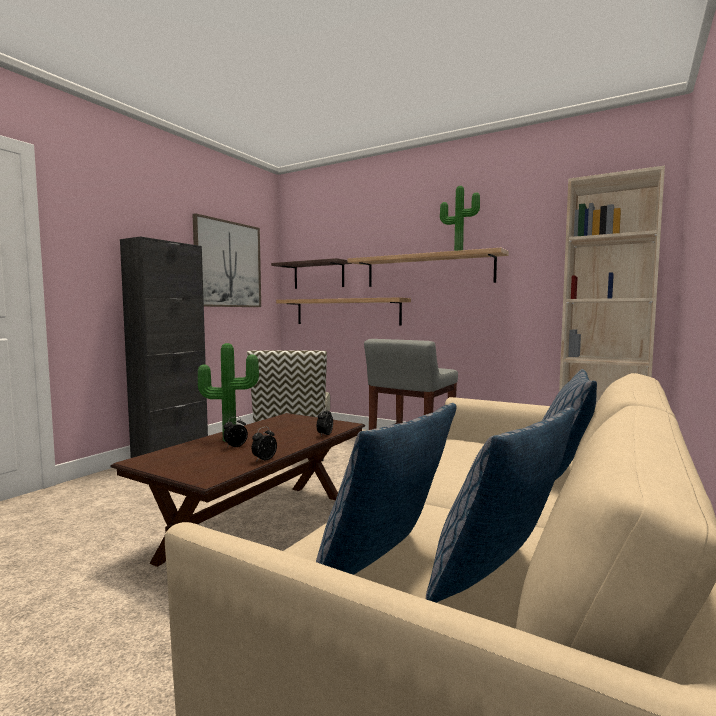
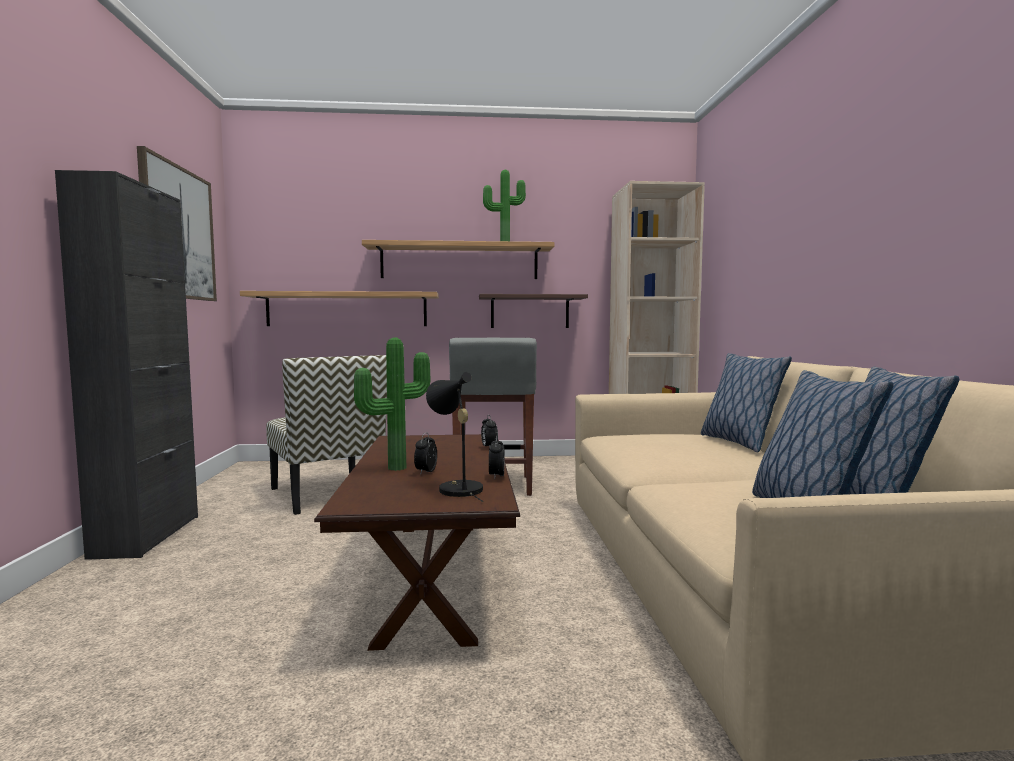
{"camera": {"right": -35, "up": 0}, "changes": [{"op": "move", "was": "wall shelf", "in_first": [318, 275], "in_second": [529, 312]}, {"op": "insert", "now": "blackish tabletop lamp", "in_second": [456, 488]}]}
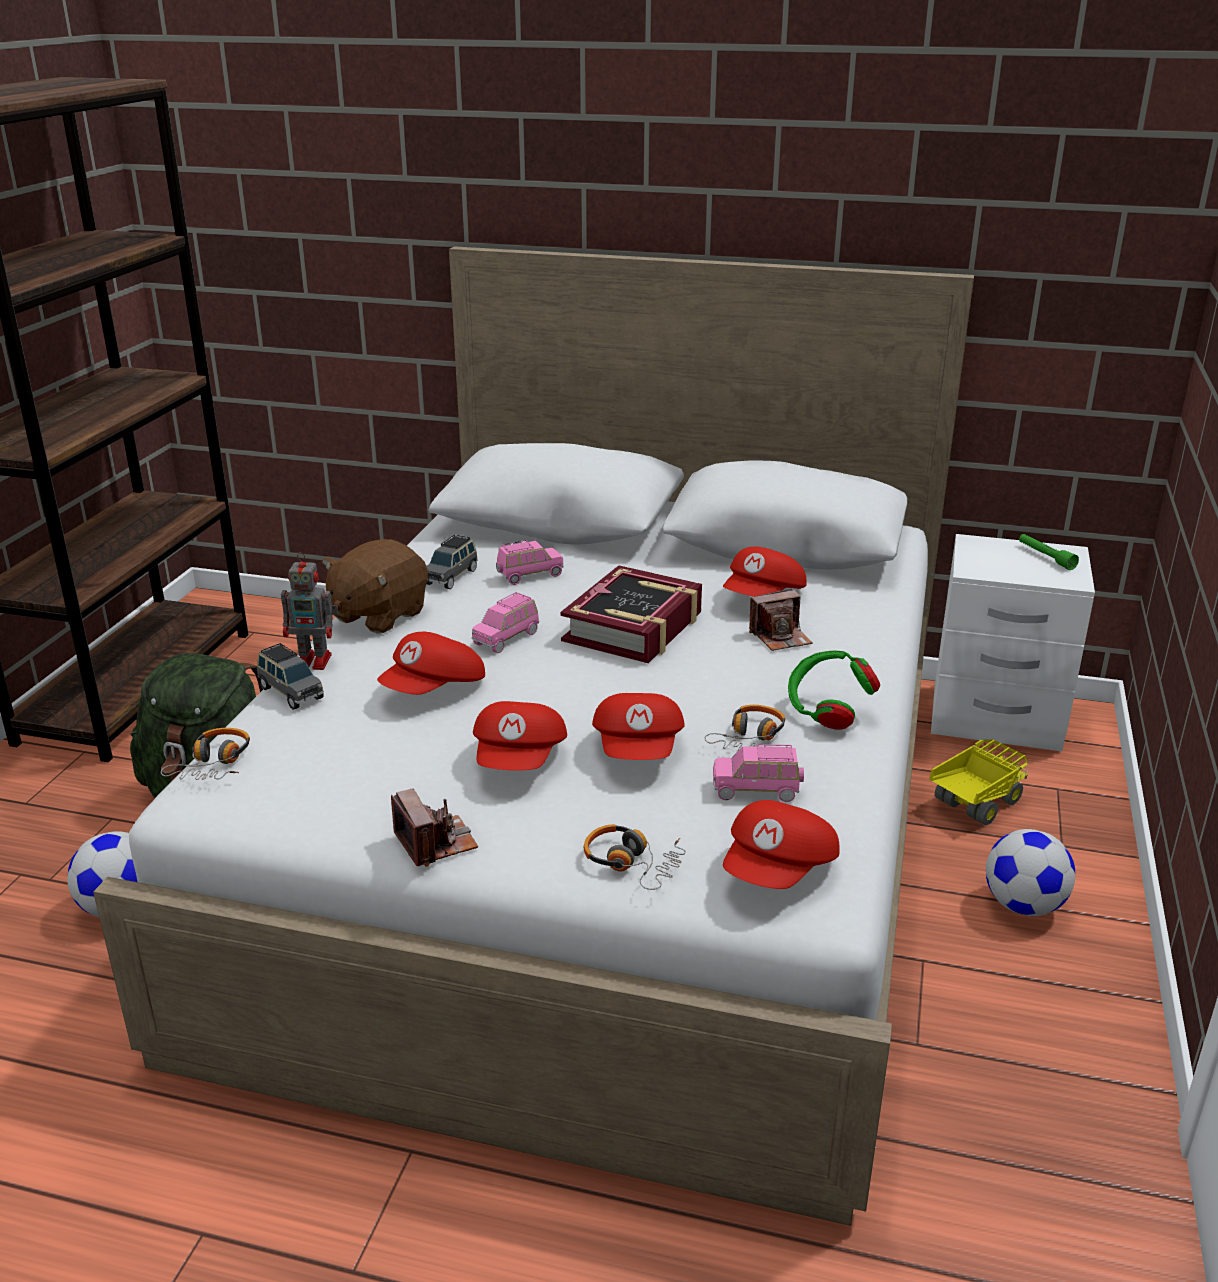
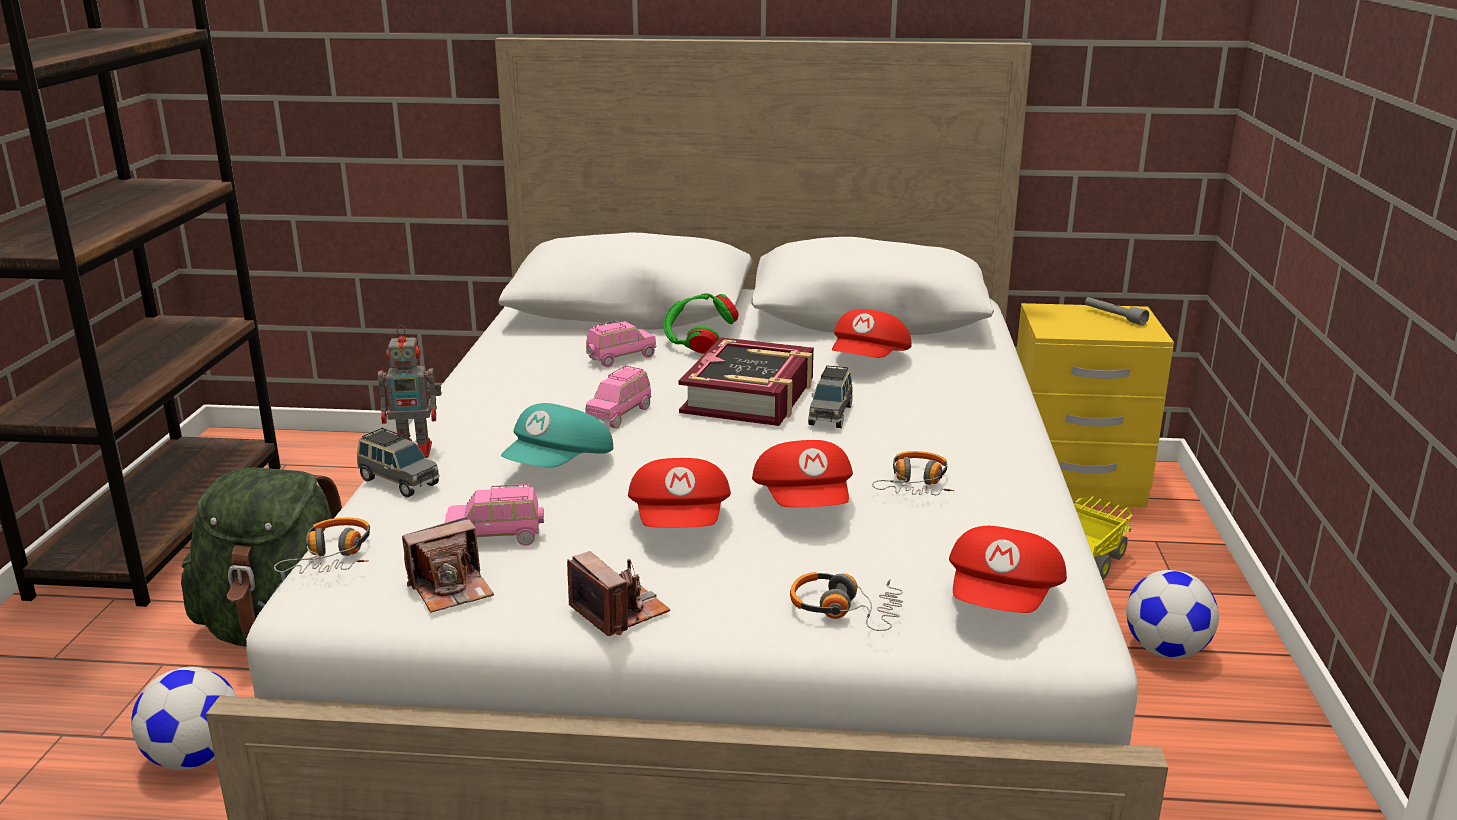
{"camera": {"right": -10, "up": -5}, "changes": [{"op": "move", "was": "greyish model car", "in_first": [451, 576], "in_second": [830, 415]}, {"op": "recolor", "was": "white-coloured nightstand", "now": "yellowish nightstand", "in_first": [995, 718], "in_second": [1073, 483]}, {"op": "recolor", "was": "green-coloured torch", "now": "greyish torch", "in_first": [1045, 557], "in_second": [1114, 317]}, {"op": "delete", "was": "brownish soft toy", "in_first": [378, 615]}, {"op": "move", "was": "photo camera", "in_first": [780, 637], "in_second": [451, 589]}, {"op": "recolor", "was": "reddish peaked cap", "now": "turquoise-coloured peaked cap", "in_first": [435, 689], "in_second": [560, 466]}, {"op": "move", "was": "green-coloured headset", "in_first": [827, 712], "in_second": [698, 344]}, {"op": "move", "was": "pinkish model car", "in_first": [757, 790], "in_second": [496, 537]}]}
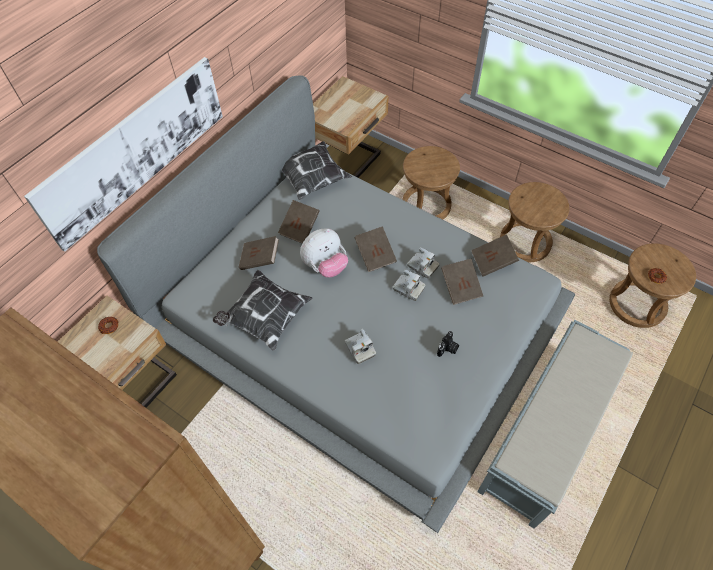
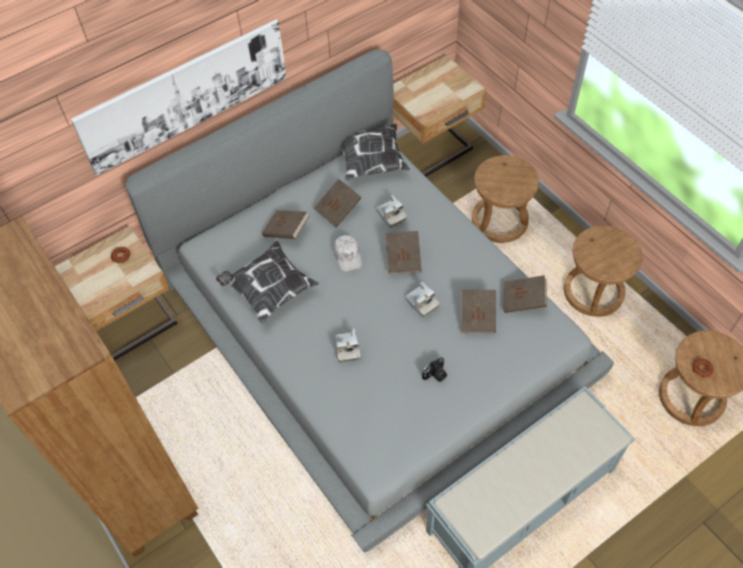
{"camera": {"right": 20, "up": 0}, "changes": [{"op": "replace", "was": "soft toy", "now": "white-coloured peaked cap", "in_first": [325, 266], "in_second": [348, 256]}, {"op": "move", "was": "photo camera", "in_first": [422, 266], "in_second": [391, 215]}]}
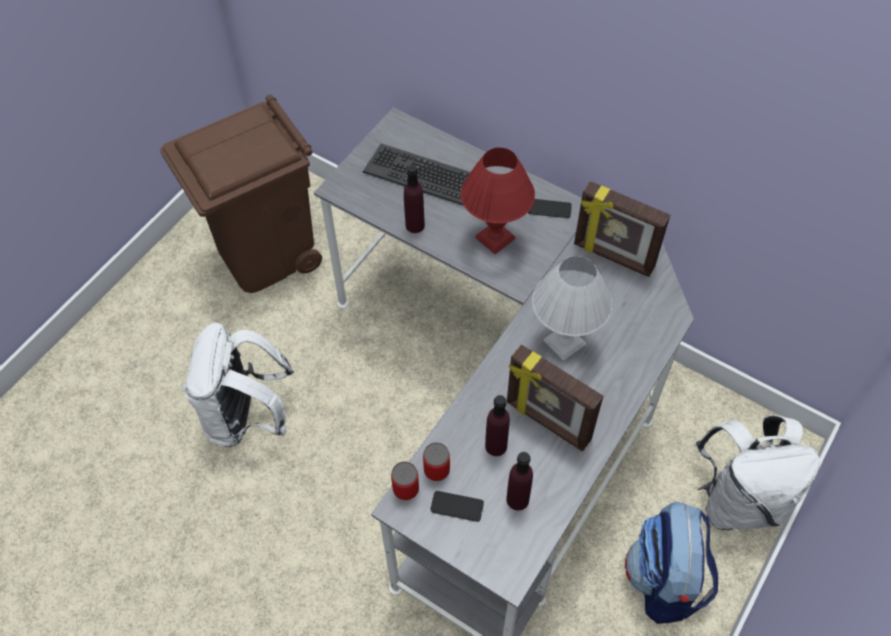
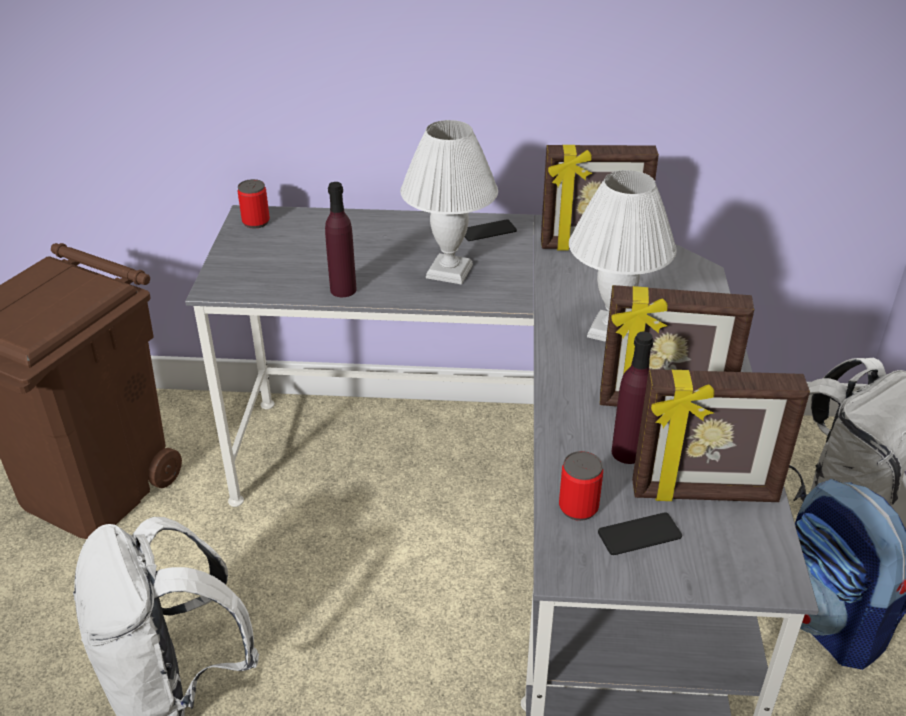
{"camera": {"right": -30, "up": -20}, "changes": [{"op": "delete", "was": "keyboard", "in_first": [424, 175]}, {"op": "recolor", "was": "reddish tabletop lamp", "now": "white-coloured tabletop lamp", "in_first": [495, 237], "in_second": [449, 270]}, {"op": "replace", "was": "purple-coloured beverage bottle", "now": "standing frame", "in_first": [517, 499], "in_second": [704, 494]}, {"op": "move", "was": "can", "in_first": [406, 489], "in_second": [256, 222]}]}
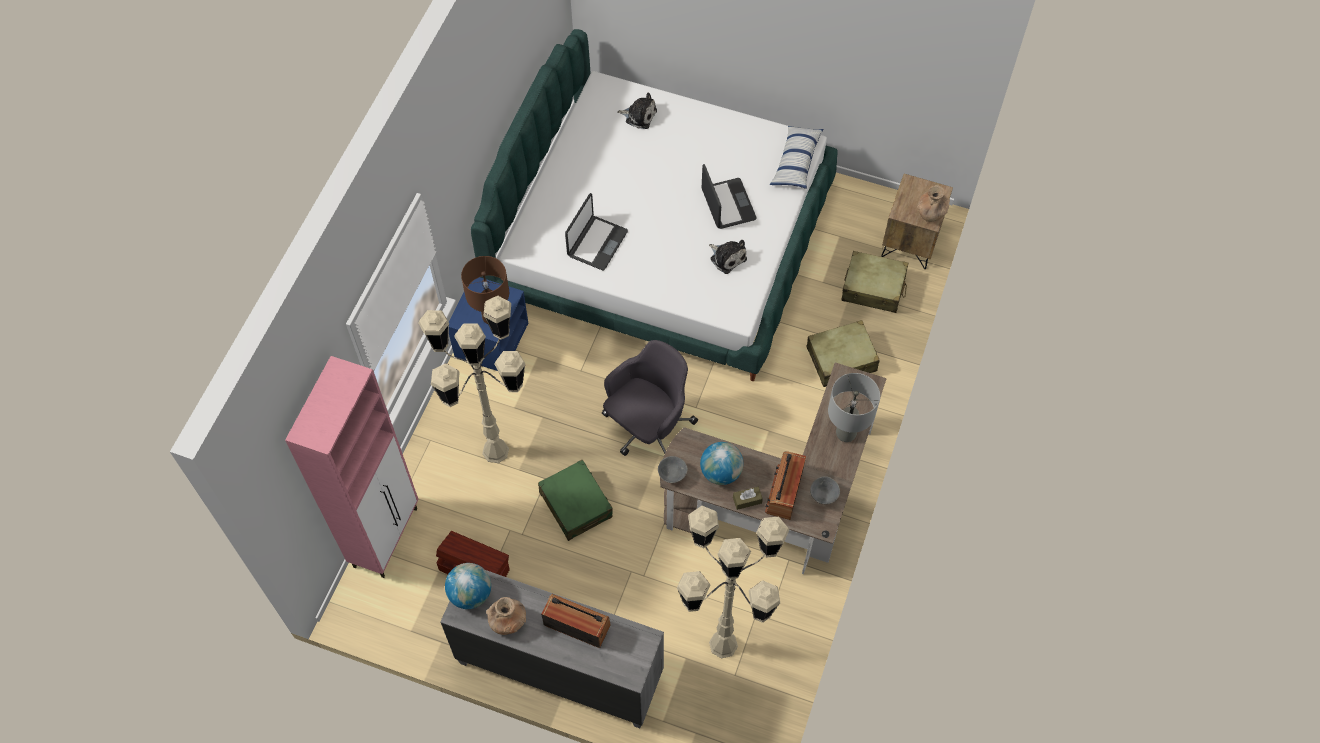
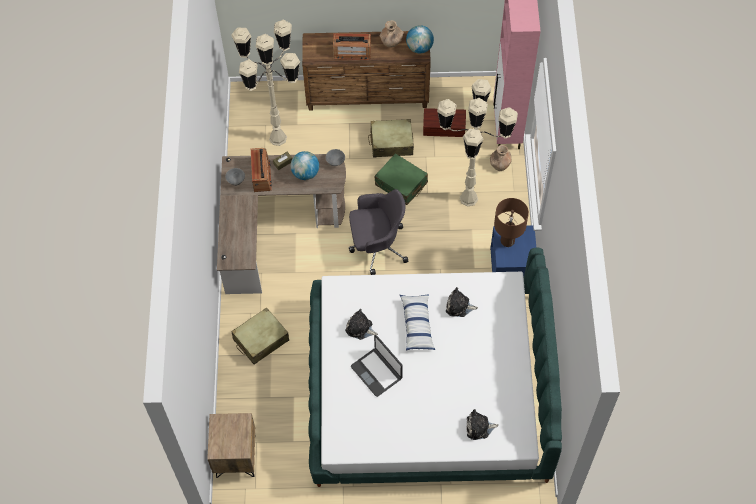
{"camera": {"right": 160, "up": 0}, "changes": [{"op": "move", "was": "pillow", "in_first": [796, 162], "in_second": [417, 325]}, {"op": "move", "was": "brownish decorative vase", "in_first": [930, 214], "in_second": [500, 164]}, {"op": "replace", "was": "laptop", "now": "soft toy", "in_first": [596, 243], "in_second": [459, 306]}, {"op": "move", "was": "beige suitcase", "in_first": [873, 288], "in_second": [391, 143]}, {"op": "rotate", "was": "greyish office chair", "in_first": [648, 428], "in_second": [377, 246], "clockwise": -120}, {"op": "delete", "was": "greyish tabletop lamp", "in_first": [846, 433]}, {"op": "recolor", "was": "greyish drawer chest", "now": "brownish drawer chest", "in_first": [559, 668], "in_second": [368, 96]}]}
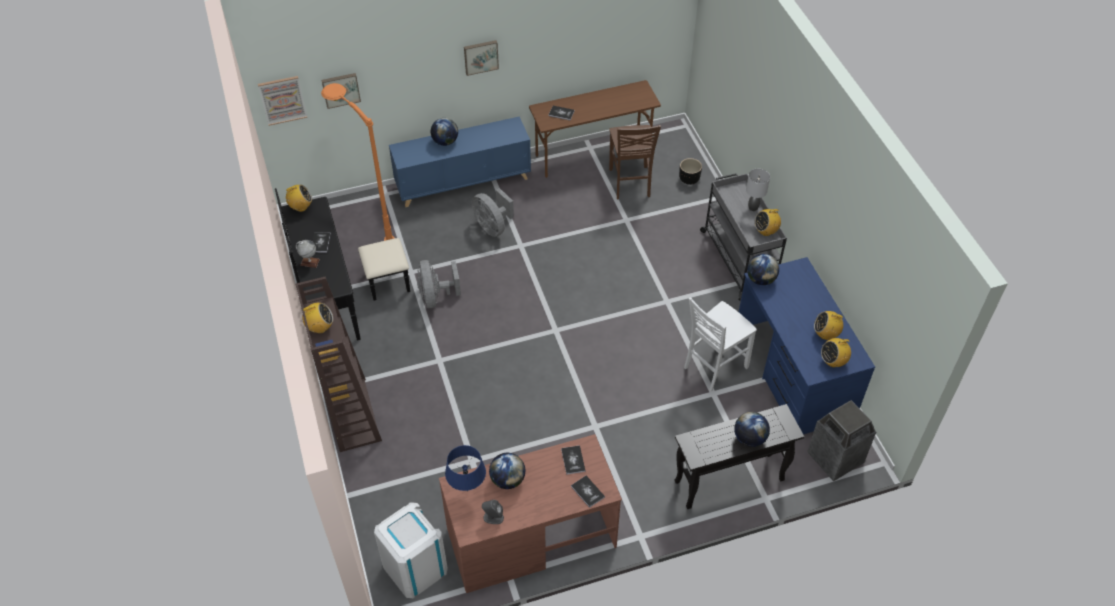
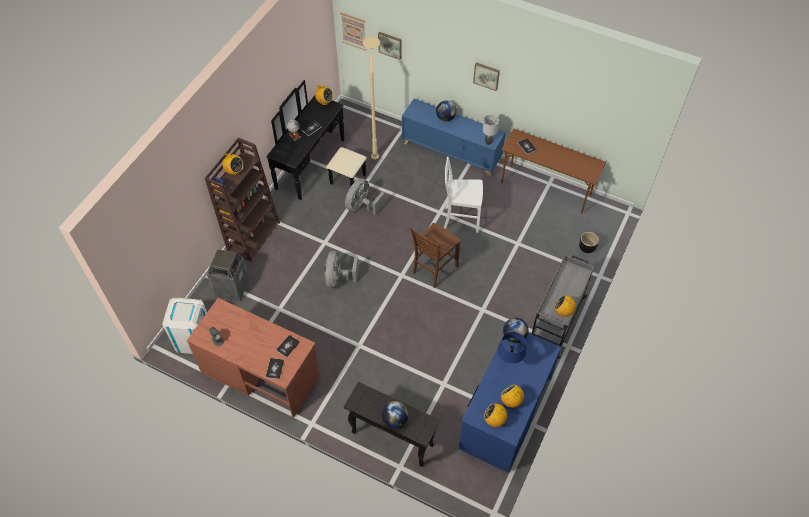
{"camera": {"right": 45, "up": 5}, "changes": [{"op": "recolor", "was": "orange-coloured standard lamp", "now": "beige standard lamp", "in_first": [367, 223], "in_second": [375, 138]}, {"op": "move", "was": "brownish chair", "in_first": [630, 183], "in_second": [433, 269]}, {"op": "move", "was": "greyish tabletop lamp", "in_first": [752, 208], "in_second": [488, 142]}, {"op": "move", "was": "greyish electric fan", "in_first": [493, 227], "in_second": [338, 278]}, {"op": "move", "was": "white-coloured chair", "in_first": [713, 367], "in_second": [460, 219]}, {"op": "move", "was": "waste bin", "in_first": [835, 458], "in_second": [231, 288]}, {"op": "move", "was": "bluish tabletop lamp", "in_first": [467, 491], "in_second": [509, 362]}, {"op": "delete", "was": "world globe", "in_first": [507, 480]}]}
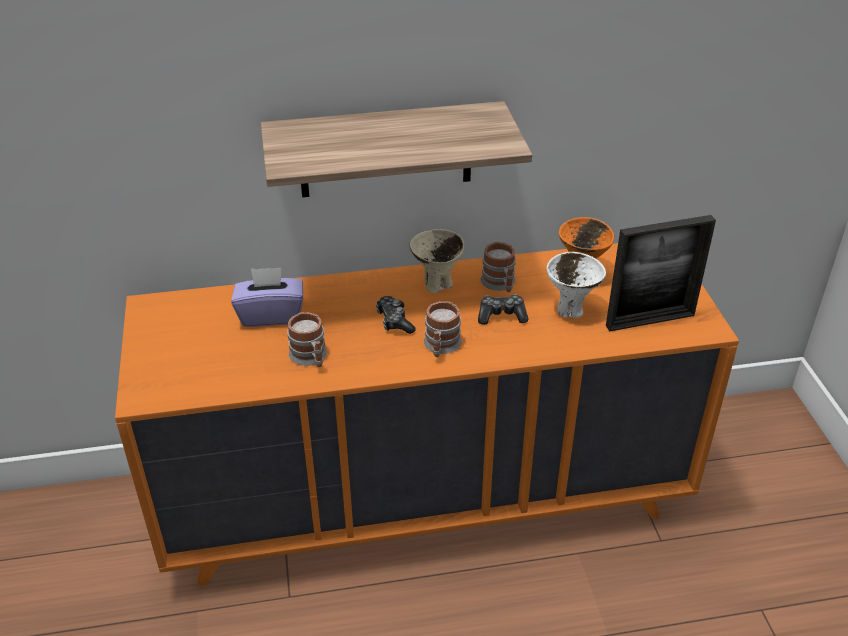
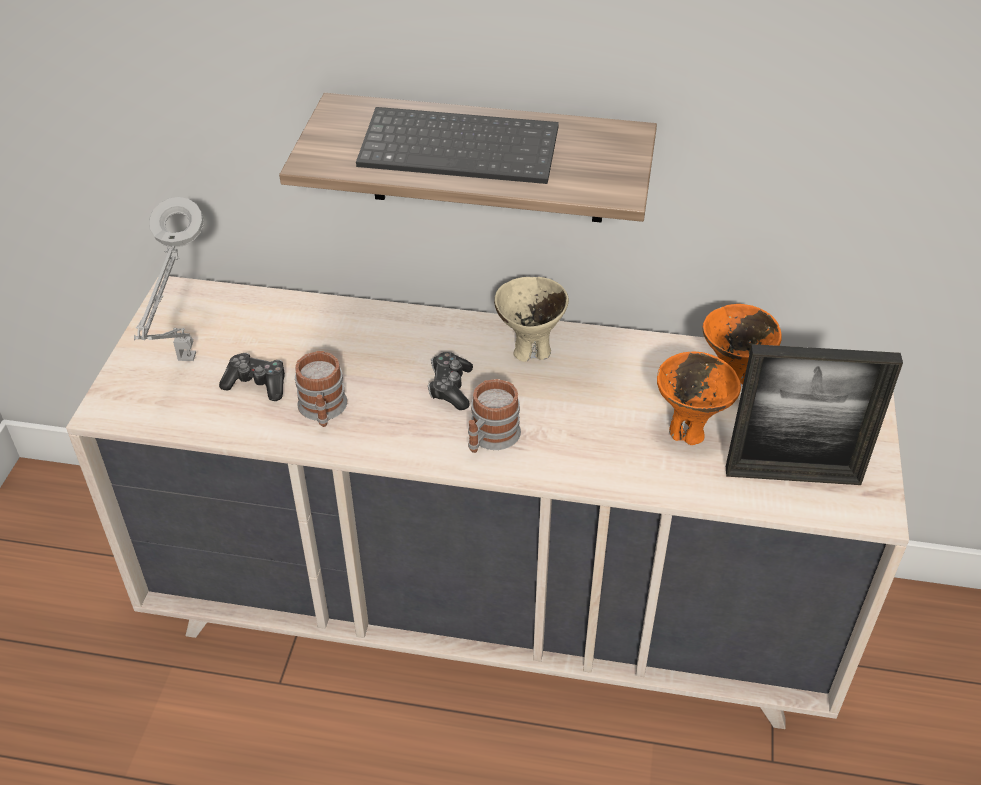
{"camera": {"right": 20, "up": 5}, "changes": [{"op": "delete", "was": "mug", "in_first": [500, 284]}, {"op": "recolor", "was": "orange-coloured drawer chest", "now": "beige drawer chest", "in_first": [426, 499], "in_second": [492, 610]}, {"op": "recolor", "was": "white-coloured bowl", "now": "orange-coloured bowl", "in_first": [570, 310], "in_second": [689, 431]}, {"op": "delete", "was": "purple-coloured tissue holder", "in_first": [271, 315]}, {"op": "move", "was": "game controller", "in_first": [501, 315], "in_second": [257, 384]}, {"op": "insert", "now": "keyboard", "in_second": [462, 149]}, {"op": "insert", "now": "greyish tabletop lamp", "in_second": [186, 362]}]}
